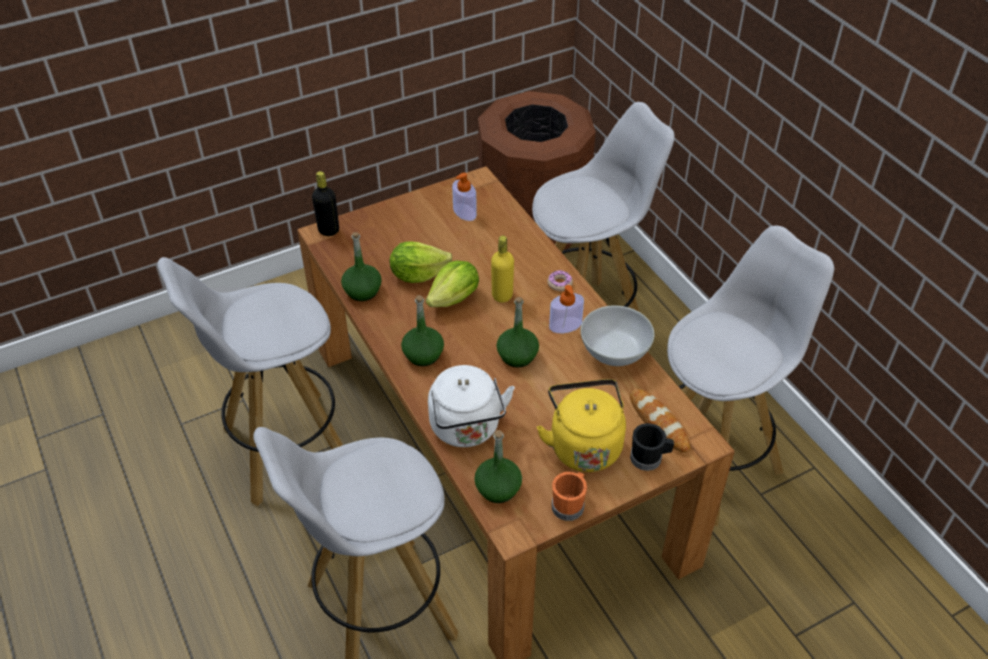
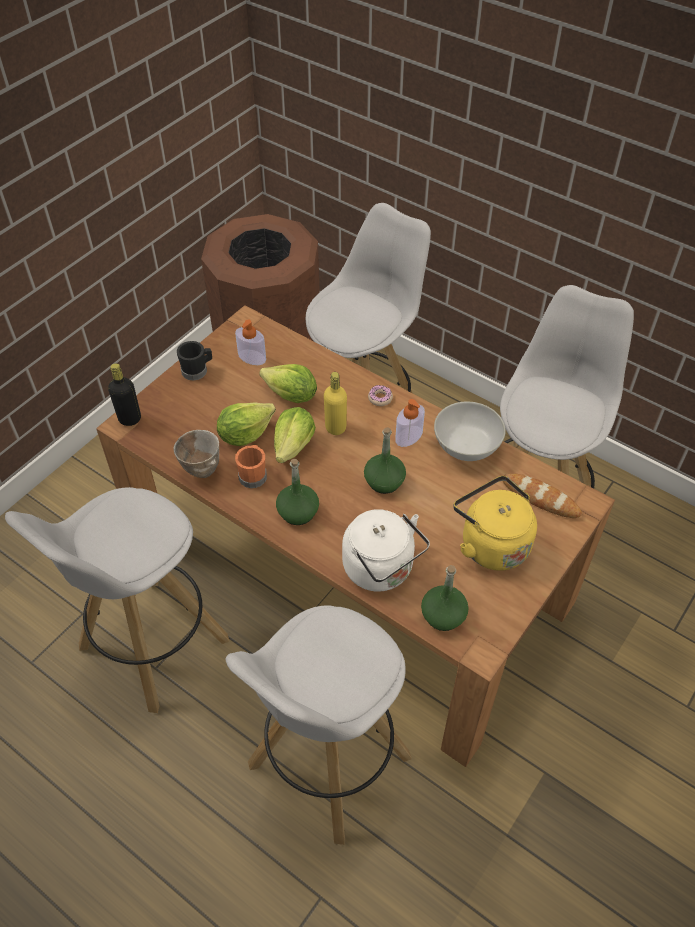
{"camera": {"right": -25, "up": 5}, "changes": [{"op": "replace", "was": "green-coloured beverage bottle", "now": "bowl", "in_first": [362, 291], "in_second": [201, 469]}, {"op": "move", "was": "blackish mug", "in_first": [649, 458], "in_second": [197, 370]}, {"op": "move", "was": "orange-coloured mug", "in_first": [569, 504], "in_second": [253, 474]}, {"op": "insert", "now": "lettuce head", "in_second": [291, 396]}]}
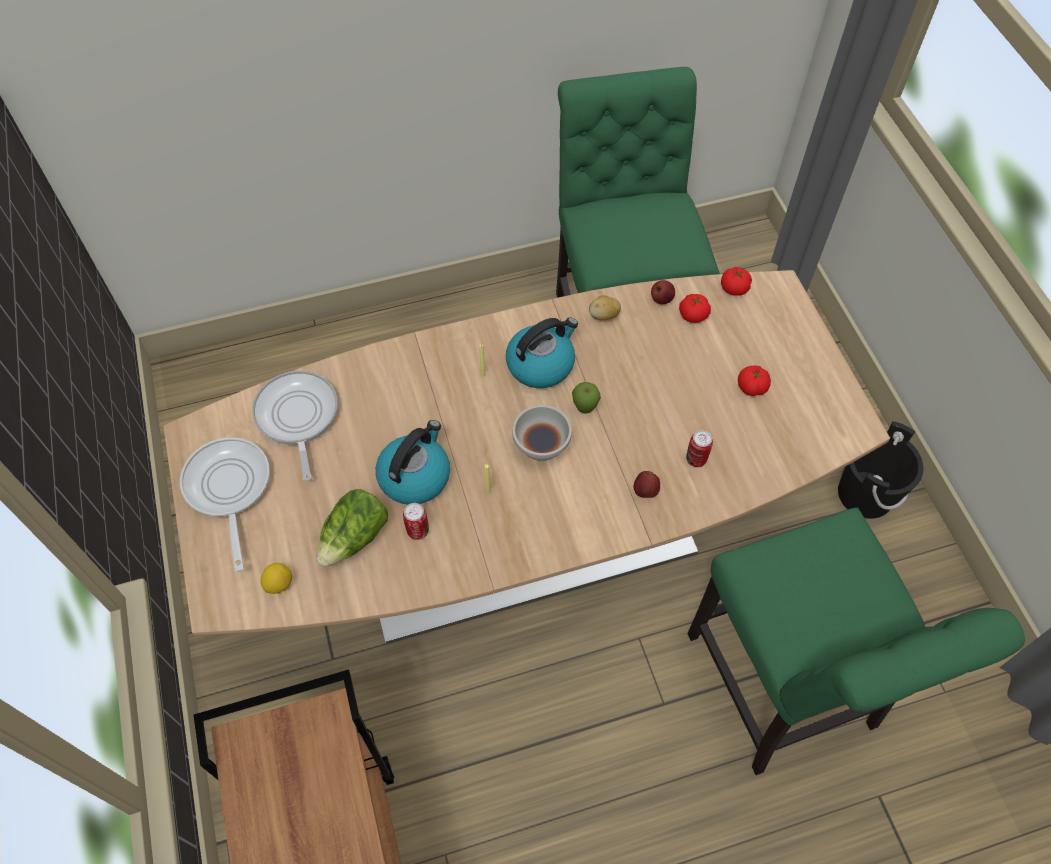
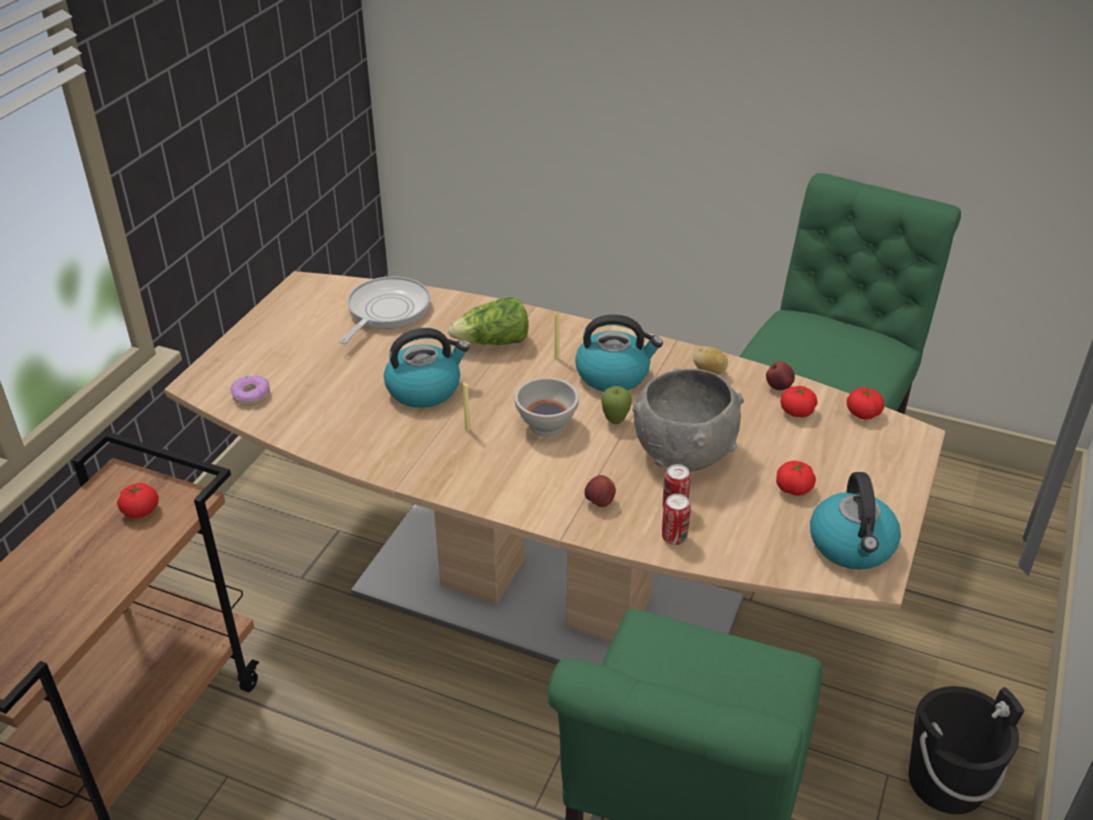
{"camera": {"right": 40, "up": -20}, "changes": [{"op": "delete", "was": "frying pan", "in_first": [228, 490]}, {"op": "move", "was": "lettuce head", "in_first": [355, 537], "in_second": [493, 343]}, {"op": "move", "was": "can", "in_first": [418, 531], "in_second": [674, 537]}, {"op": "replace", "was": "lemon", "now": "doughnut", "in_first": [279, 584], "in_second": [251, 395]}, {"op": "insert", "now": "greyish bowl", "in_second": [683, 453]}, {"op": "insert", "now": "tea kettle", "in_second": [852, 546]}, {"op": "insert", "now": "tomato", "in_second": [141, 510]}]}
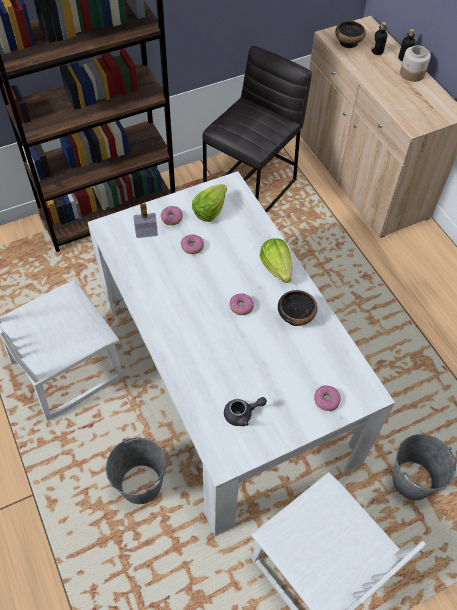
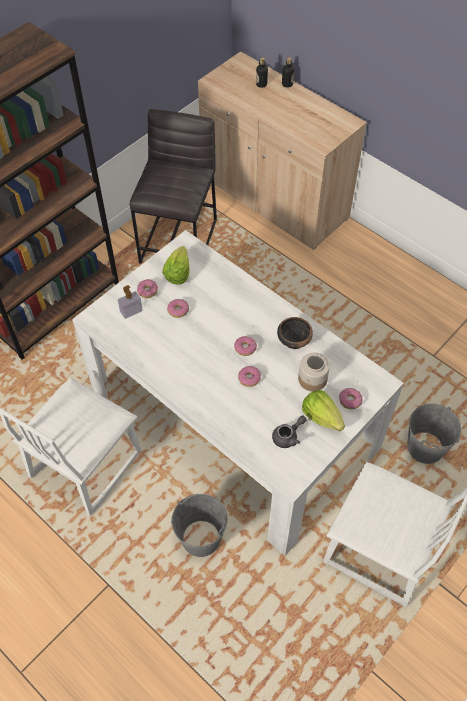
{"camera": {"right": -20, "up": 0}, "changes": [{"op": "delete", "was": "bowl", "in_first": [348, 42]}, {"op": "move", "was": "storage jar", "in_first": [412, 74], "in_second": [312, 379]}, {"op": "move", "was": "lettuce head", "in_first": [276, 268], "in_second": [321, 417]}, {"op": "insert", "now": "doughnut", "in_second": [249, 378]}]}
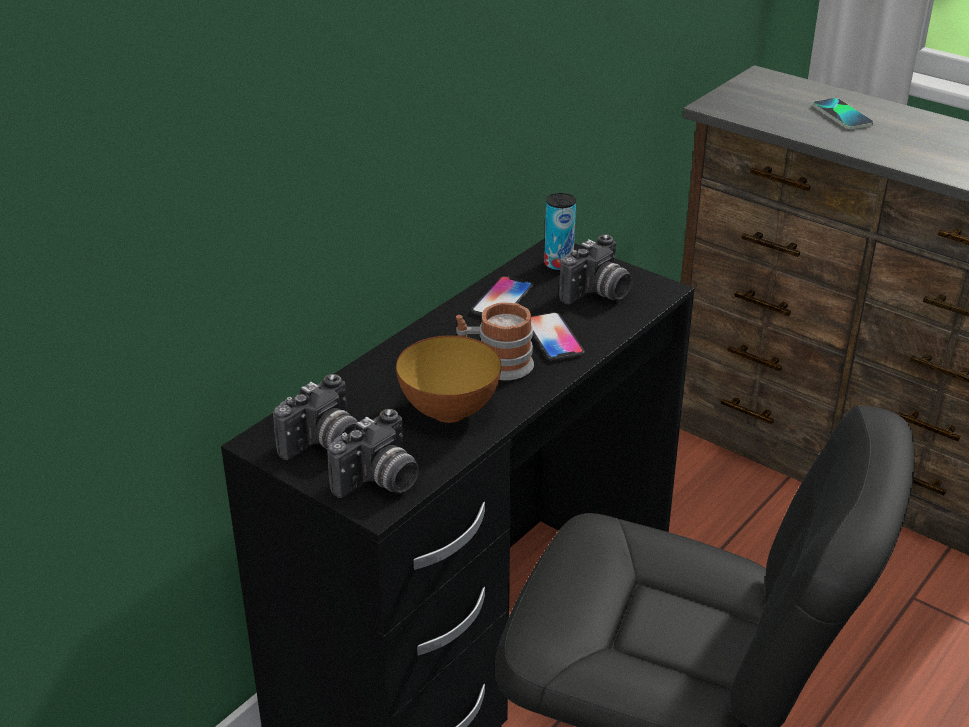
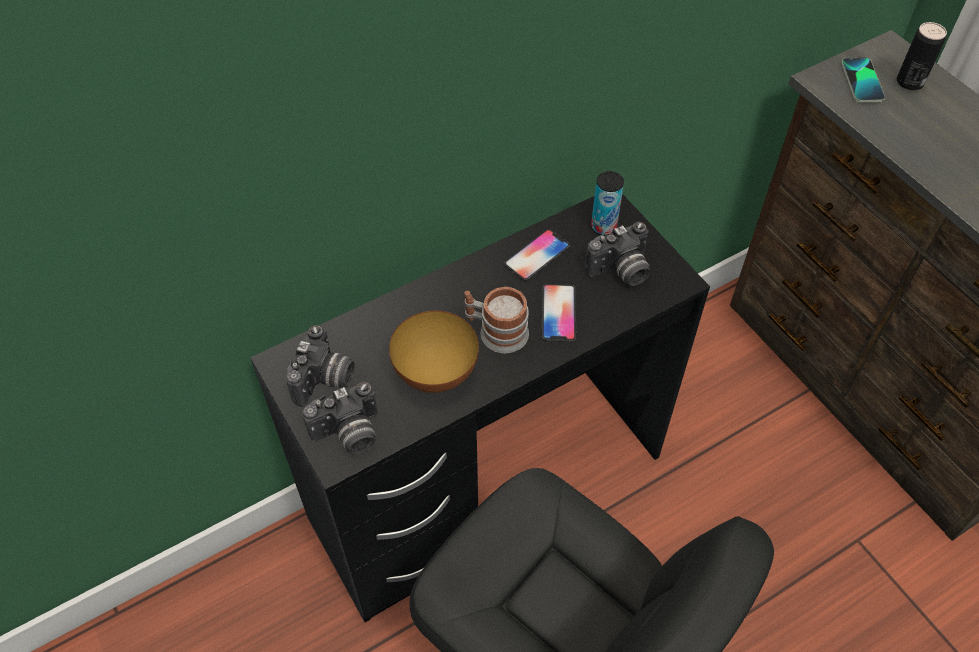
{"camera": {"right": 20, "up": 20}, "changes": [{"op": "move", "was": "phone", "in_first": [842, 115], "in_second": [862, 81]}, {"op": "rotate", "was": "photo camera", "in_first": [324, 445], "in_second": [325, 381], "clockwise": -45}, {"op": "insert", "now": "can", "in_second": [909, 82]}]}
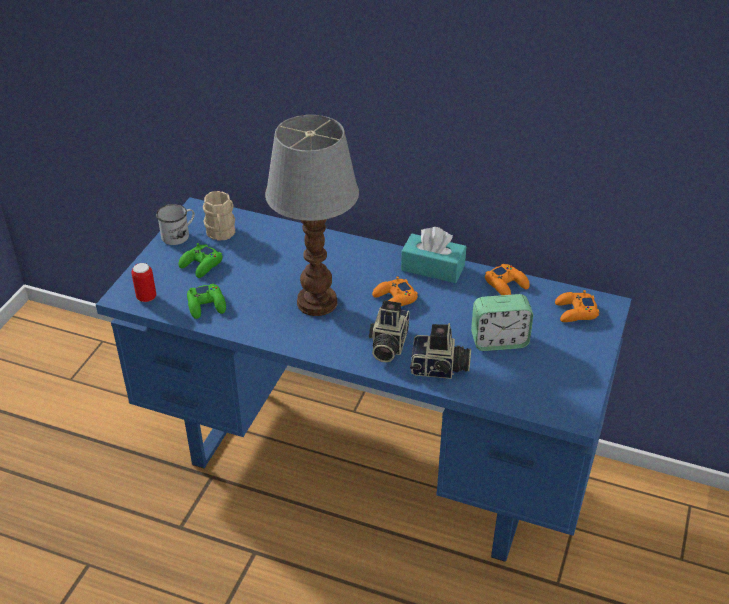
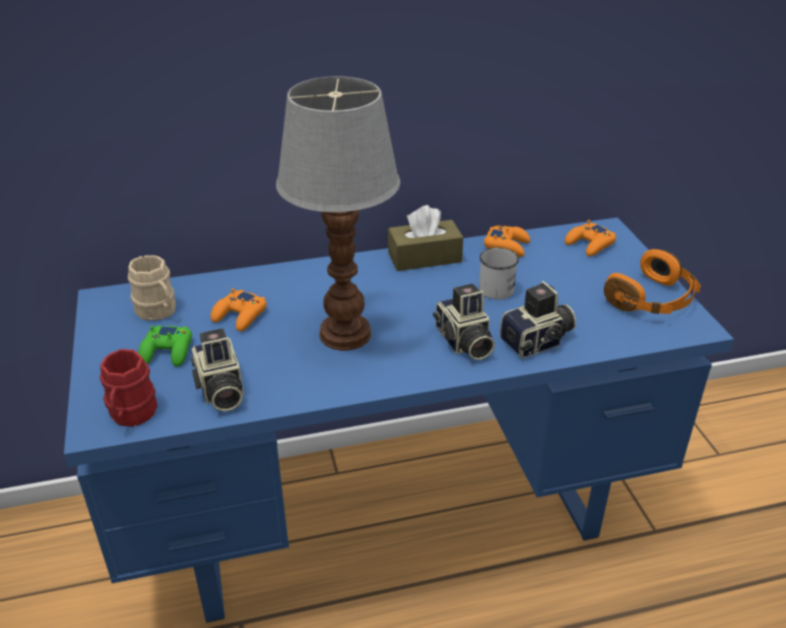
{"camera": {"right": -35, "up": -5}, "changes": [{"op": "move", "was": "white-coloured mug", "in_first": [179, 235], "in_second": [497, 286]}, {"op": "recolor", "was": "turquoise-coloured tissue holder", "now": "brownish tissue holder", "in_first": [432, 268], "in_second": [424, 257]}, {"op": "replace", "was": "can", "now": "reddish mug", "in_first": [146, 297], "in_second": [131, 415]}, {"op": "move", "was": "orange-coloured game controller", "in_first": [394, 299], "in_second": [240, 316]}, {"op": "replace", "was": "green-coloured game controller", "now": "photo camera", "in_first": [206, 305], "in_second": [219, 390]}, {"op": "delete", "was": "table clock", "in_first": [499, 341]}, {"op": "insert", "now": "orange-coloured headset", "in_second": [652, 300]}]}
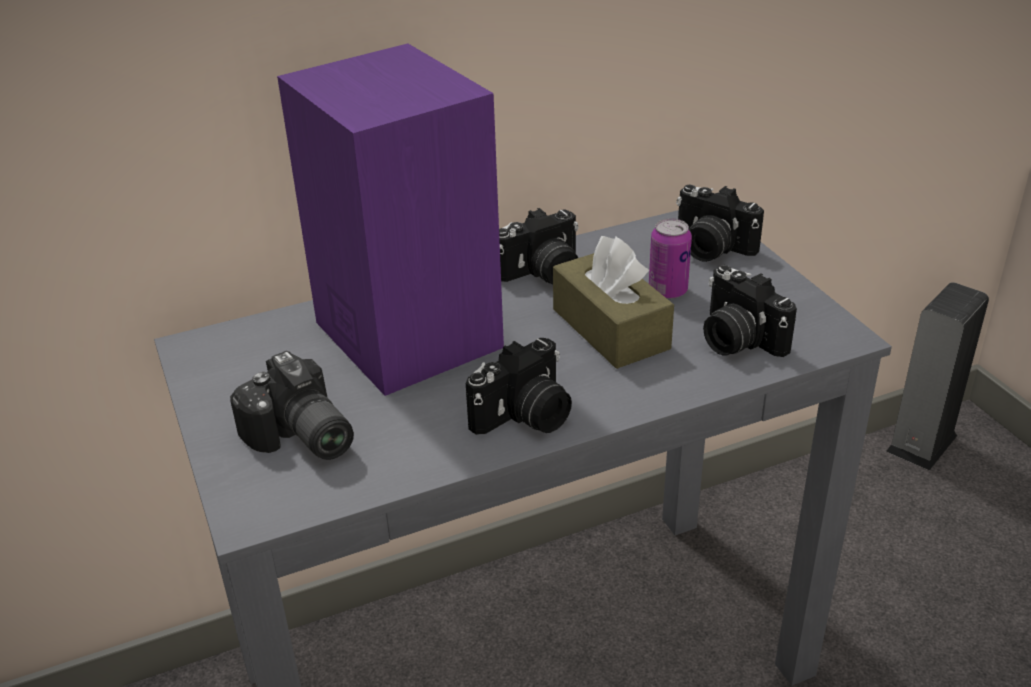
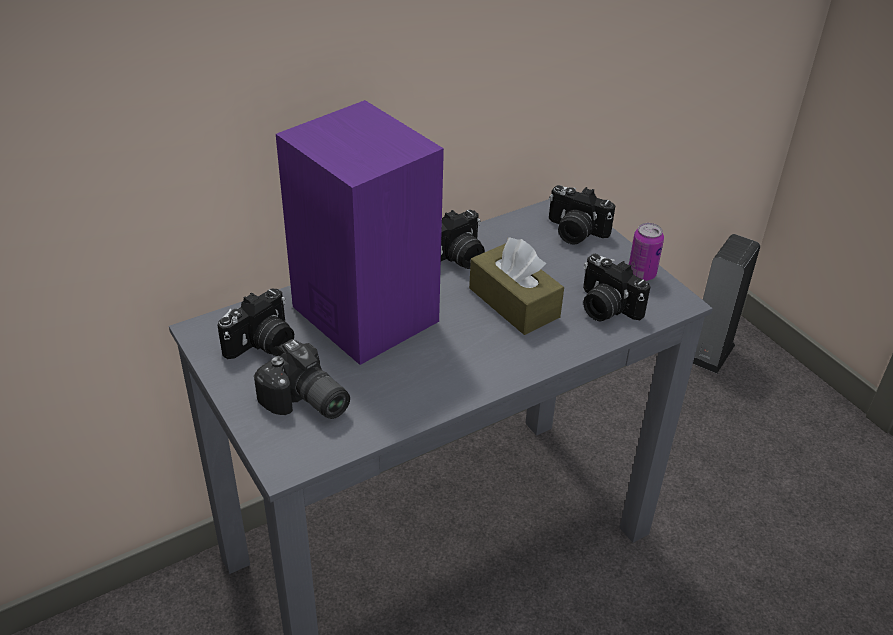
{"camera": {"right": -10, "up": 5}, "changes": [{"op": "move", "was": "can", "in_first": [667, 291], "in_second": [641, 274]}, {"op": "move", "was": "photo camera", "in_first": [525, 417], "in_second": [263, 345]}]}
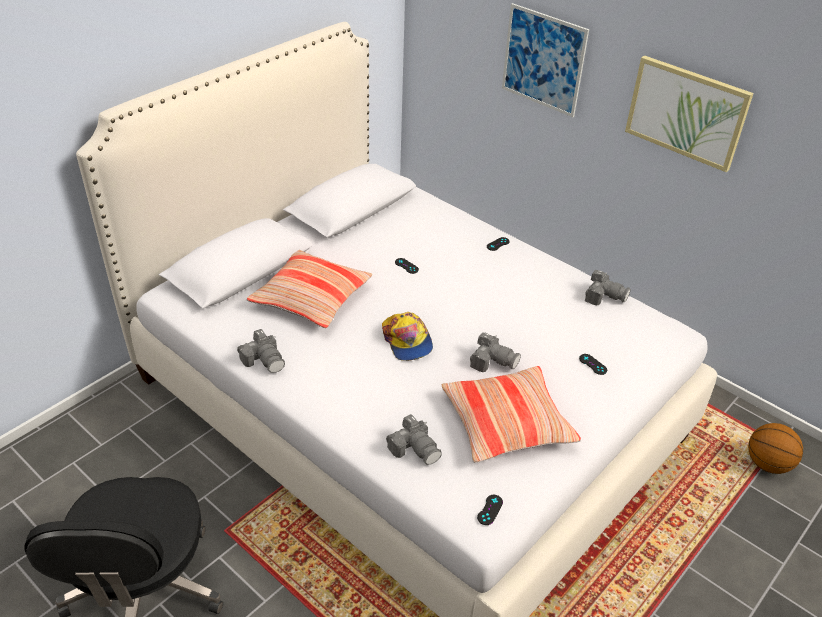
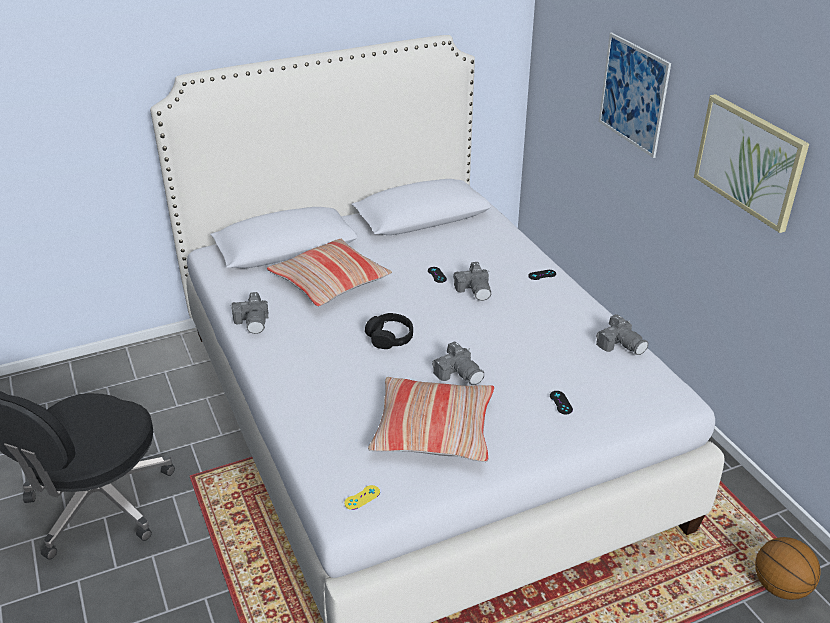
{"camera": {"right": 25, "up": -5}, "changes": [{"op": "replace", "was": "peaked cap", "now": "blackish headset", "in_first": [407, 341], "in_second": [390, 337]}, {"op": "move", "was": "photo camera", "in_first": [415, 448], "in_second": [474, 290]}, {"op": "recolor", "was": "blackish game controller", "now": "yellowish game controller", "in_first": [490, 510], "in_second": [362, 497]}]}
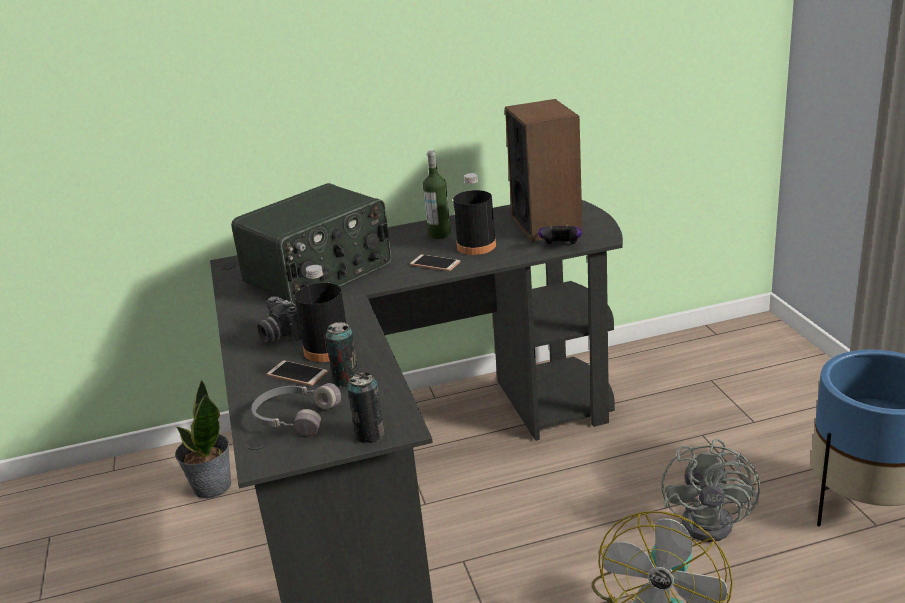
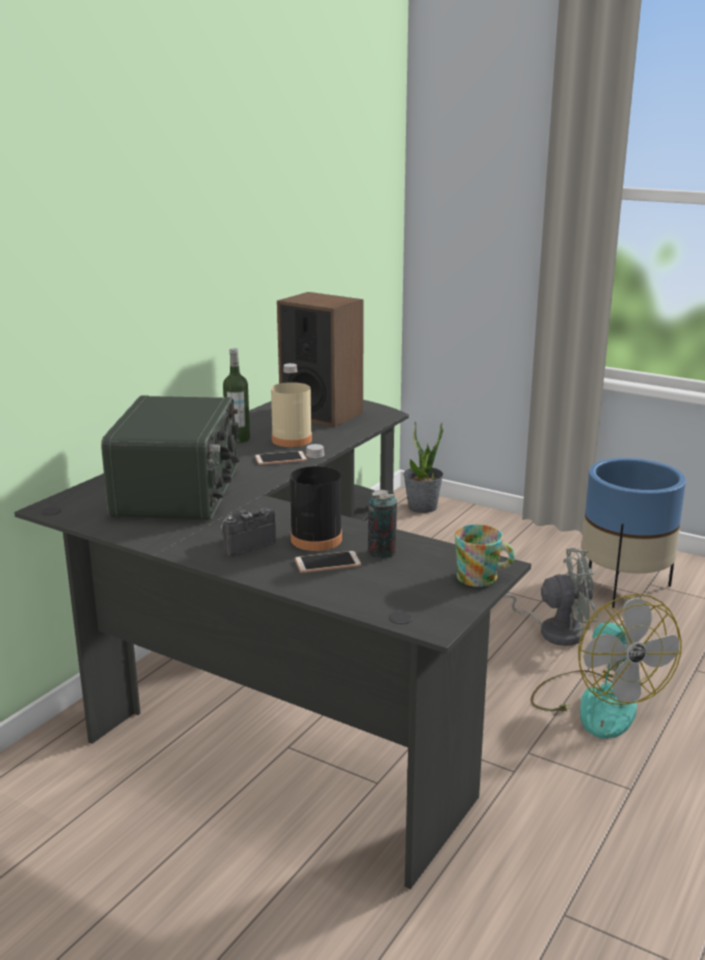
{"camera": {"right": -45, "up": -5}, "changes": [{"op": "recolor", "was": "blackish beverage bottle", "now": "beige beverage bottle", "in_first": [476, 246], "in_second": [292, 440]}, {"op": "delete", "was": "game controller", "in_first": [561, 247]}, {"op": "rotate", "was": "photo camera", "in_first": [279, 335], "in_second": [244, 544], "clockwise": 135}, {"op": "replace", "was": "can", "now": "mug", "in_first": [370, 435], "in_second": [483, 578]}, {"op": "move", "was": "potted plant", "in_first": [211, 487], "in_second": [422, 507]}, {"op": "delete", "was": "greyish headset", "in_first": [294, 417]}, {"op": "rotate", "was": "greyish electric fan", "in_first": [716, 521], "in_second": [553, 631], "clockwise": -60}]}
